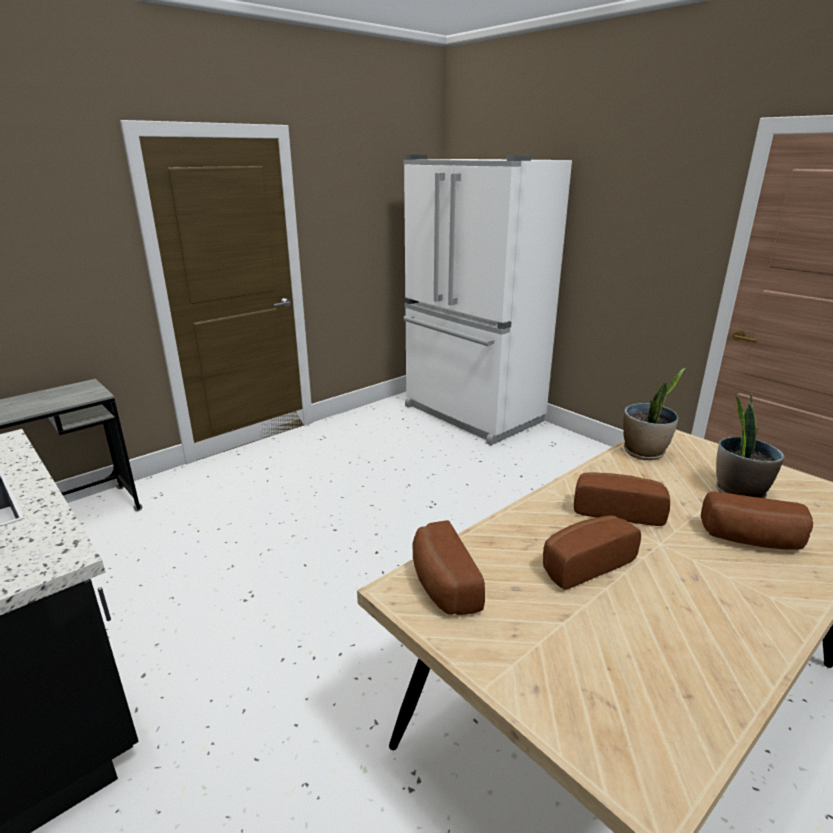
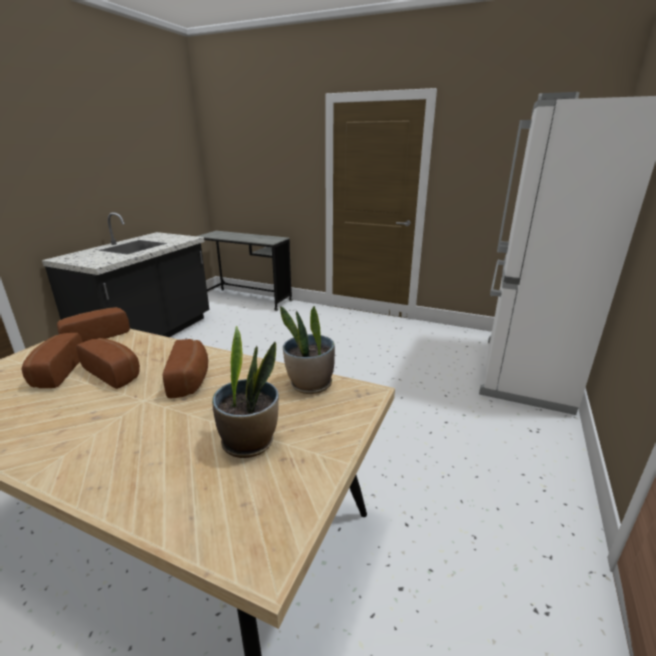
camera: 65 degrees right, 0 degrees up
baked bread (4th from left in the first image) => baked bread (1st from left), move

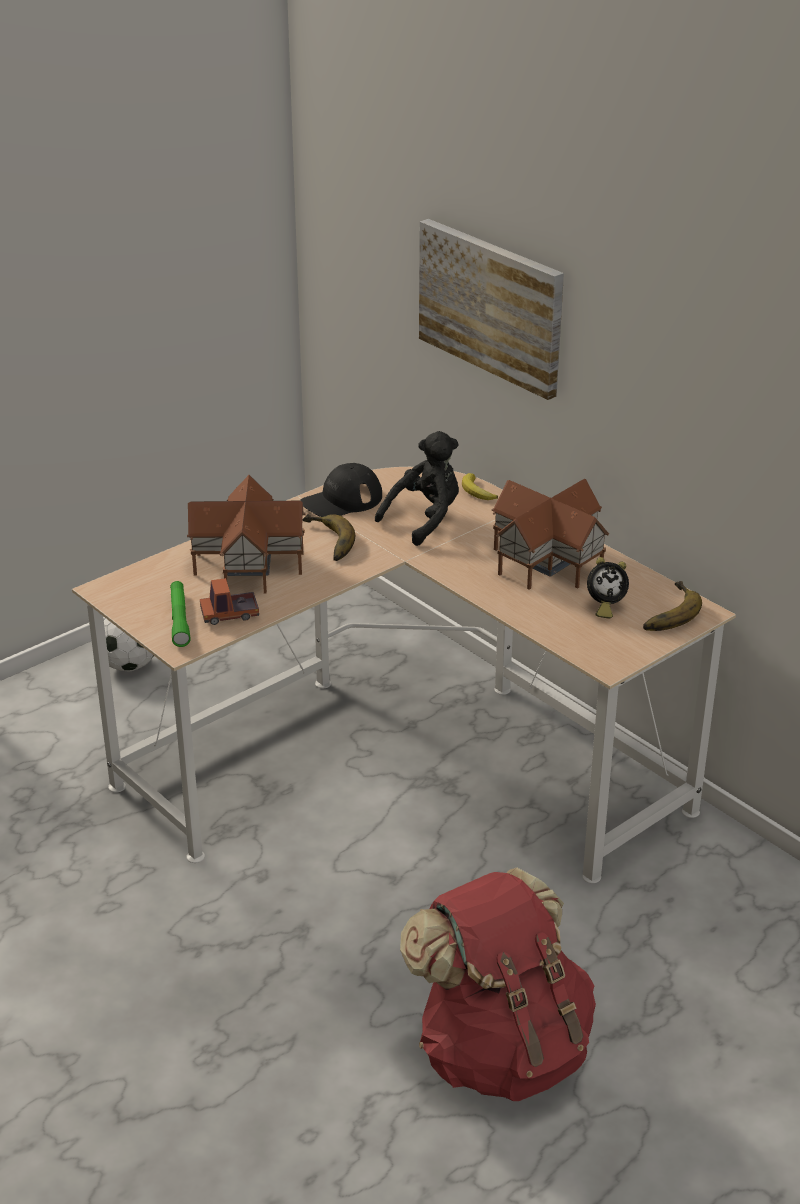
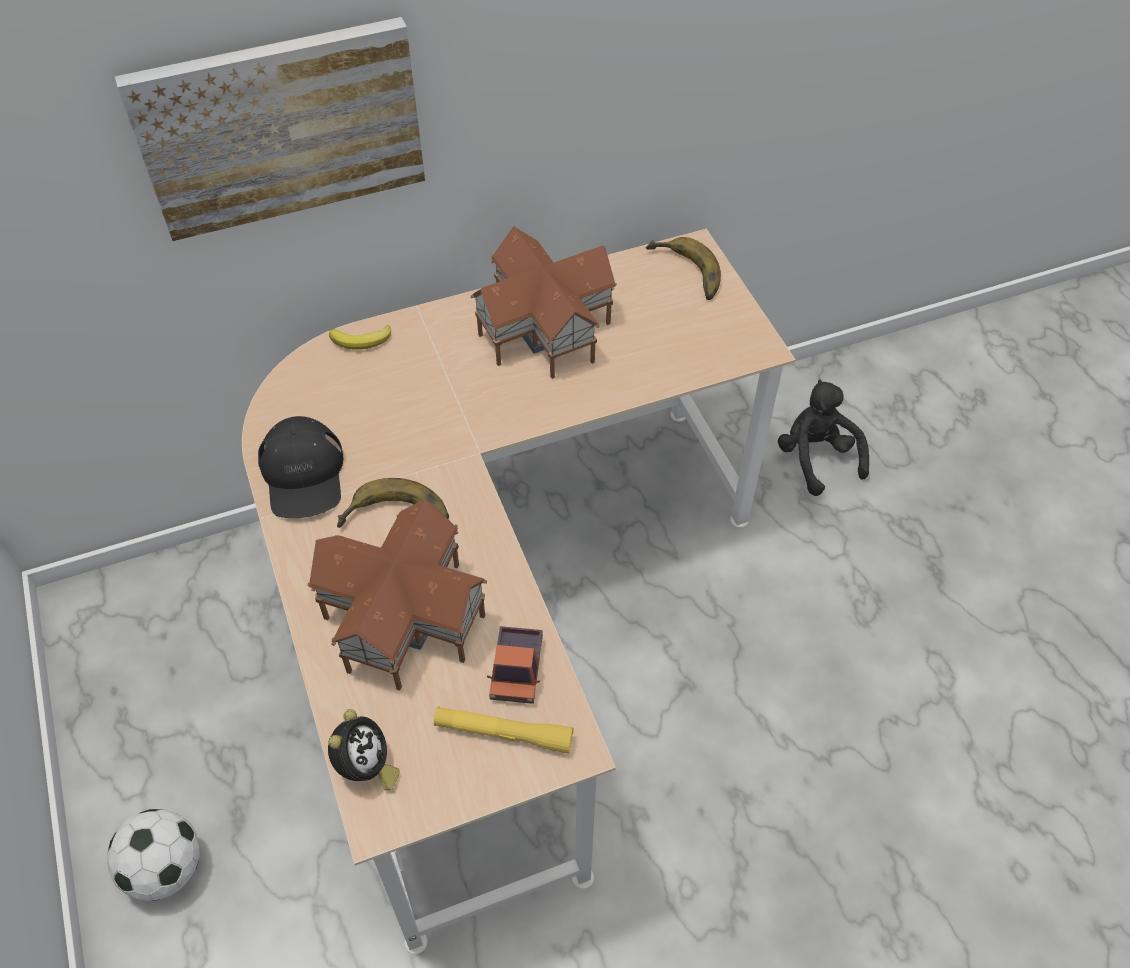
camera: 70 degrees left, 20 degrees up
red backpack => nothing
black-coloured cuddly toy, move
bedside clock, move
green-coloured torch => yellow-coloured torch

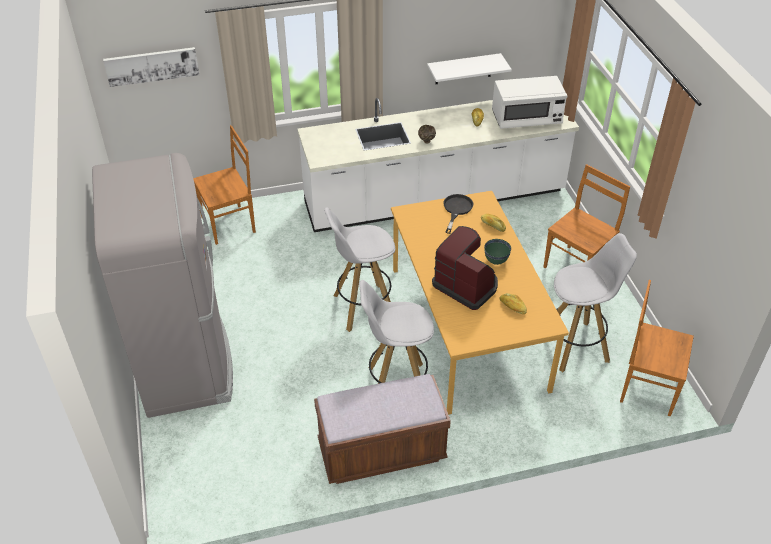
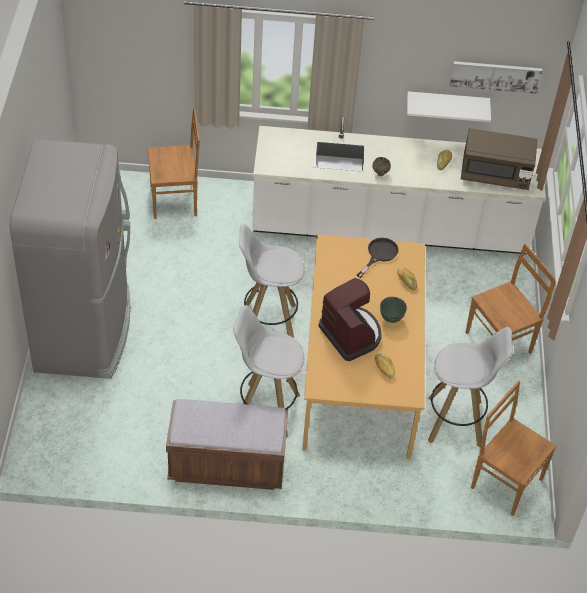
camera: 15 degrees right, 5 degrees up
wall picture, move
white-coloured kitchen microwave => brown-coloured kitchen microwave

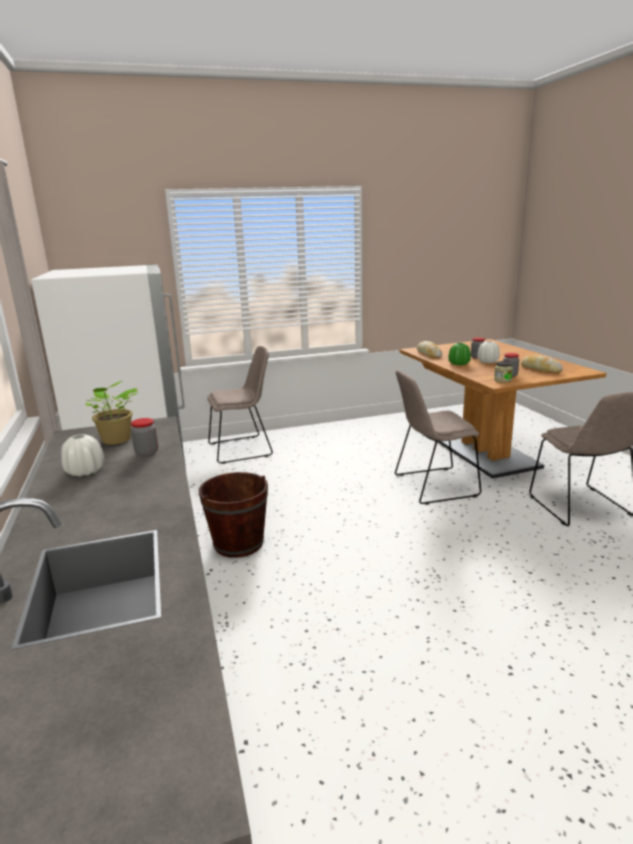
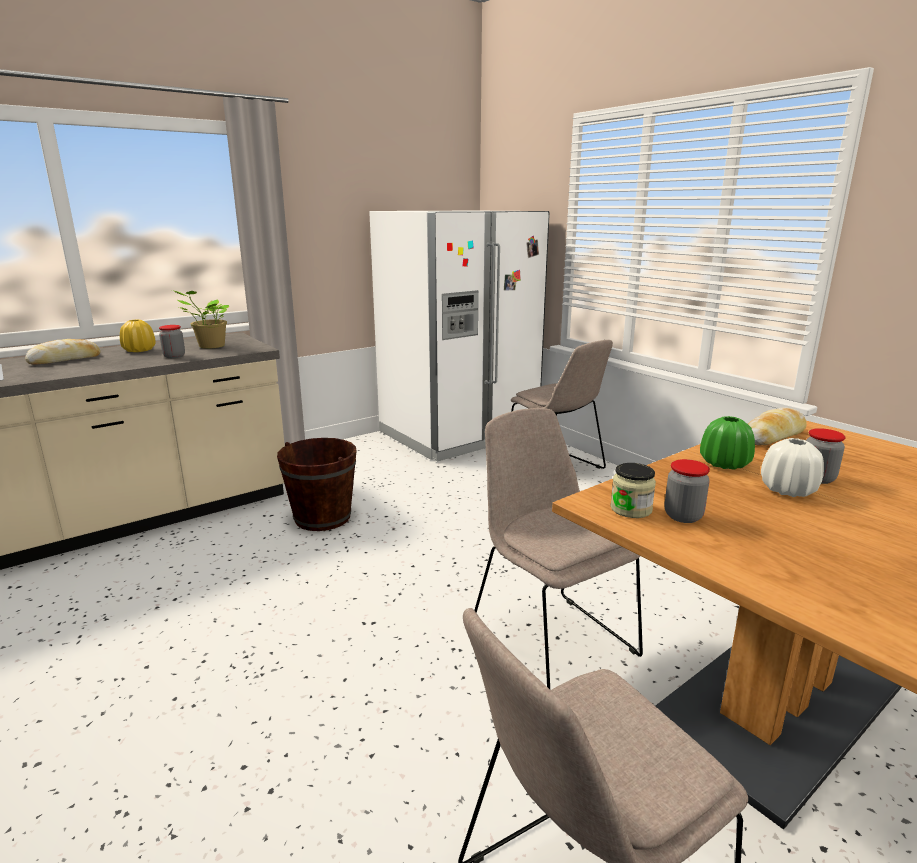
camera: 70 degrees right, 0 degrees up
baked bread (2nd from left in the first image) => baked bread (1st from left), move
white-coloured vase (1st from left) => yellow-coloured vase

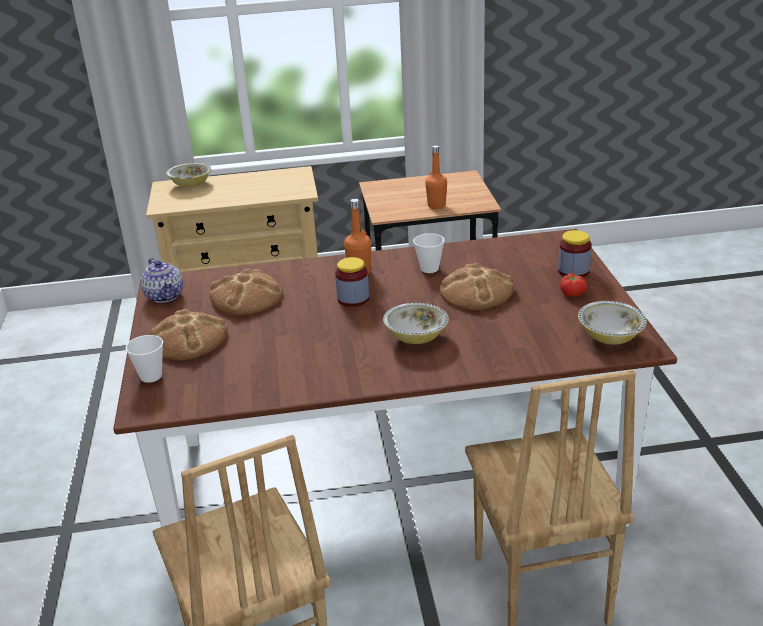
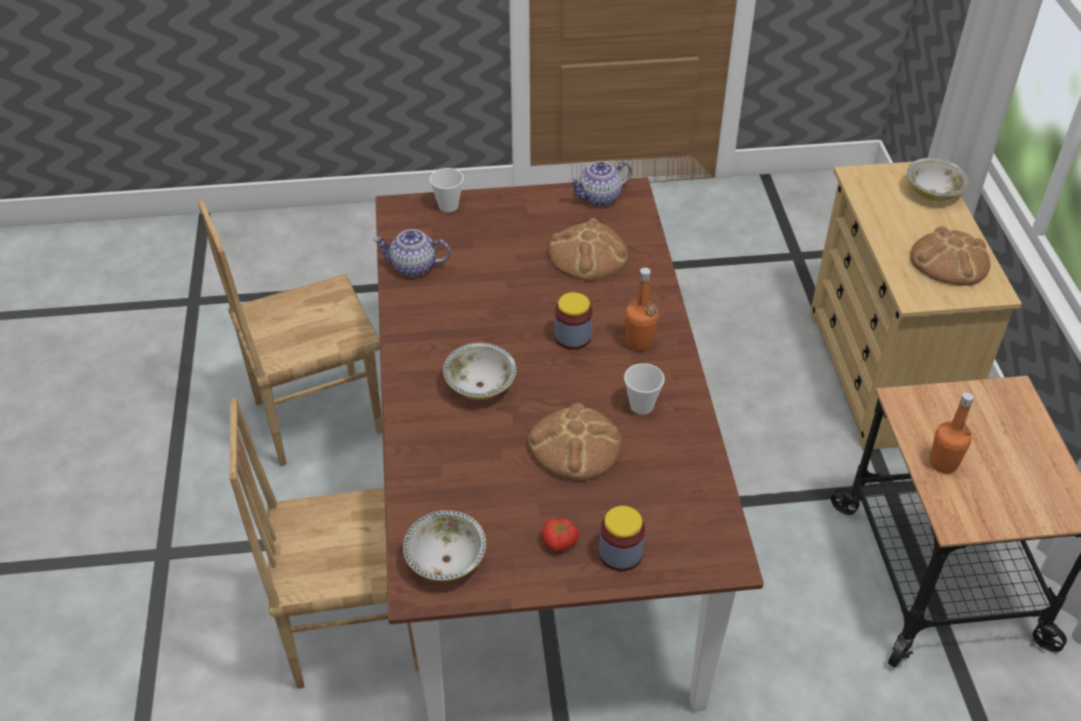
camera: 90 degrees right, 15 degrees up
nothing => pot for tea (1st from left)
baked bread (1st from left in the first image) => baked bread (3rd from left), move

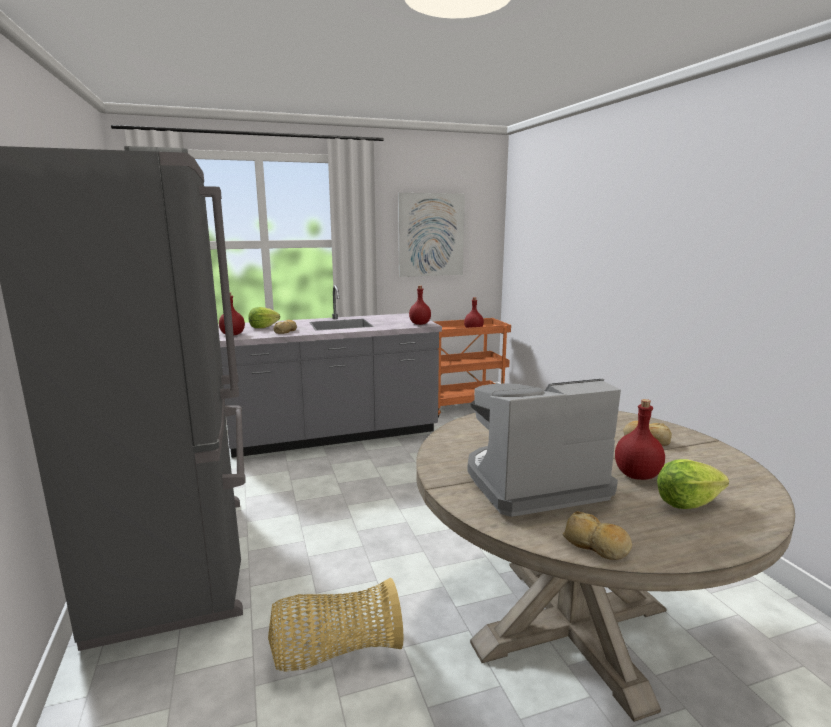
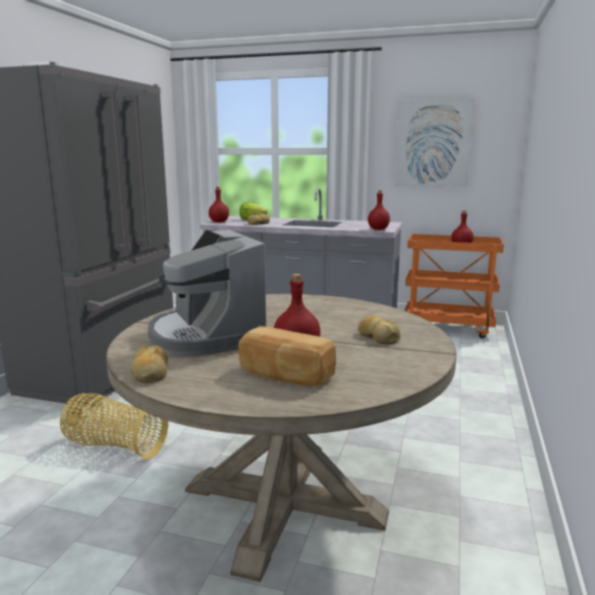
camera: 35 degrees right, 0 degrees up
lettuce head (2nd from left) => baked bread (3rd from left)
coffee machine, 135 degrees counterclockwise

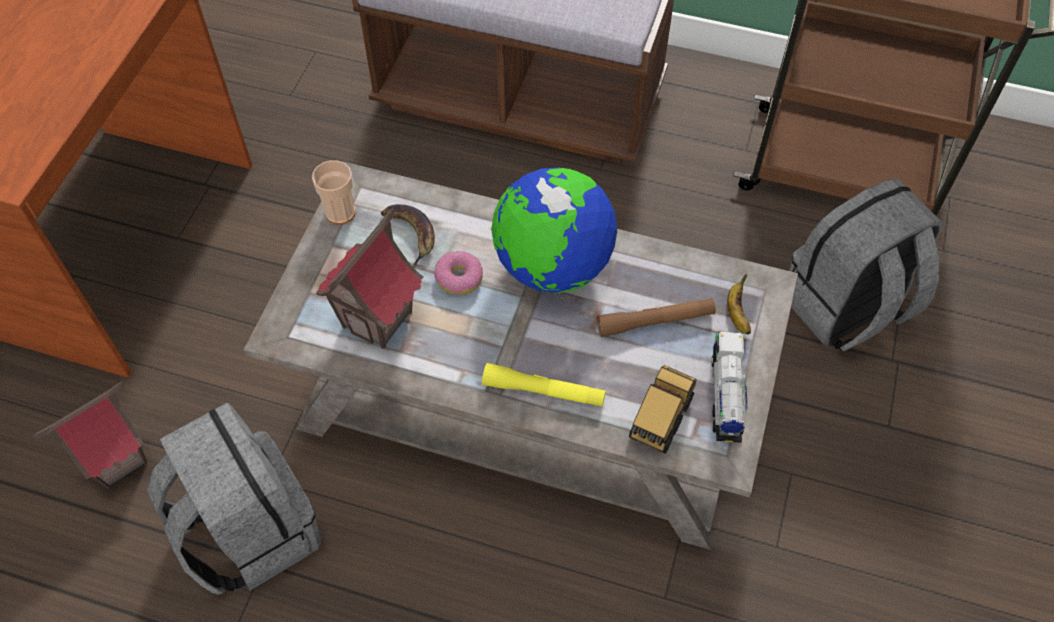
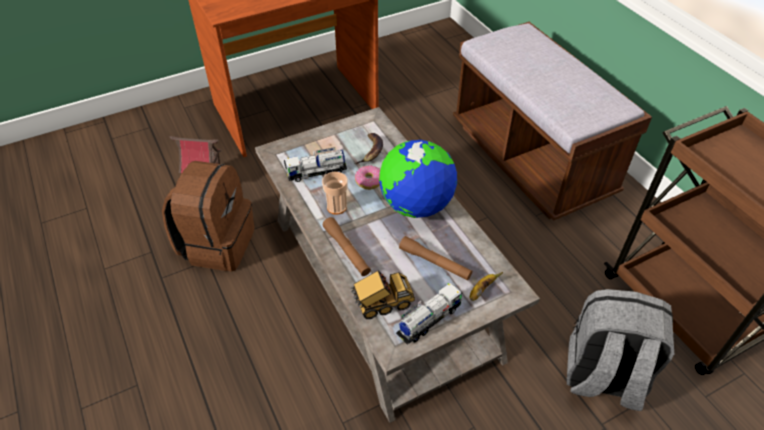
camera: 45 degrees right, 10 degrees down
drinking cup, move
model house (2nd from left) => toy truck (1st from left)
greyish backpack (1st from left) => brown-coloured backpack
yellow-coloured torch => brown-coloured torch (1st from left)

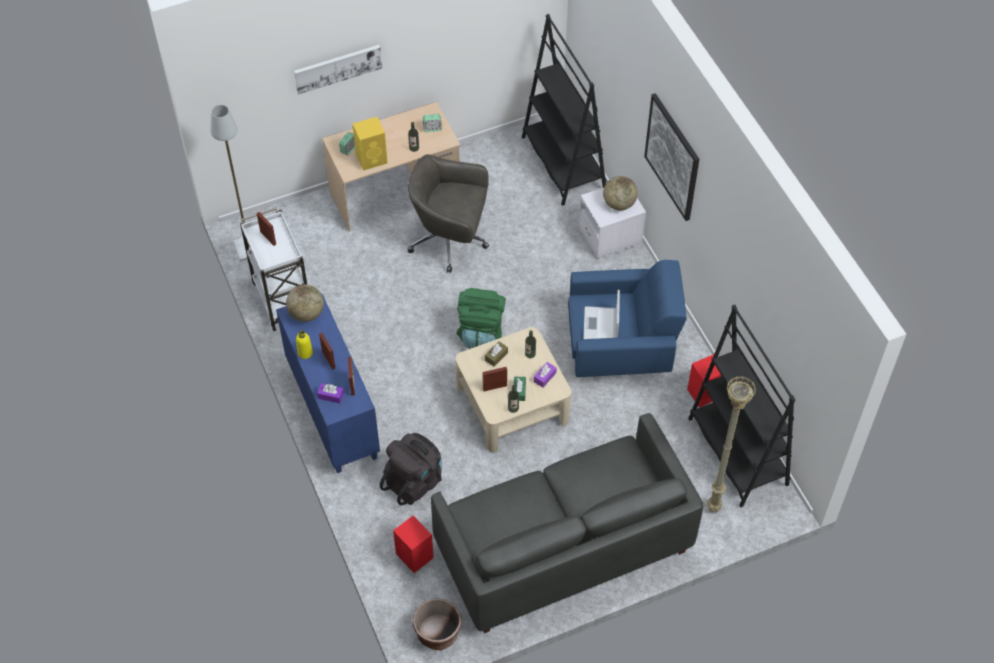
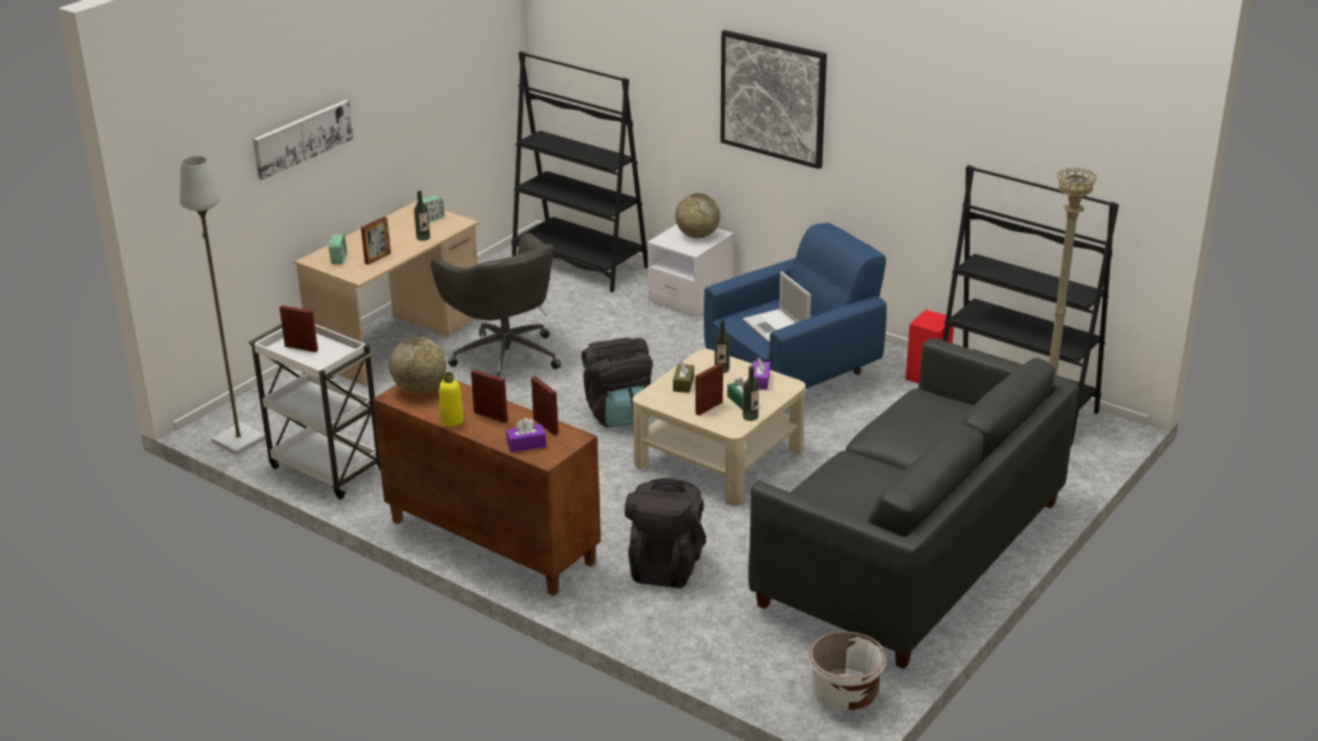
camera: 30 degrees left, 25 degrees down
red speaker (1st from left) => nothing
yellow-coloured speaker => photo frame (2nd from left)
blue cabinet => brown-coloured cabinet
brown-coloured plant pot => white-coloured plant pot
green-coloured backpack => black-coloured backpack (1st from left)
greyish desk chair, 105 degrees counterclockwise

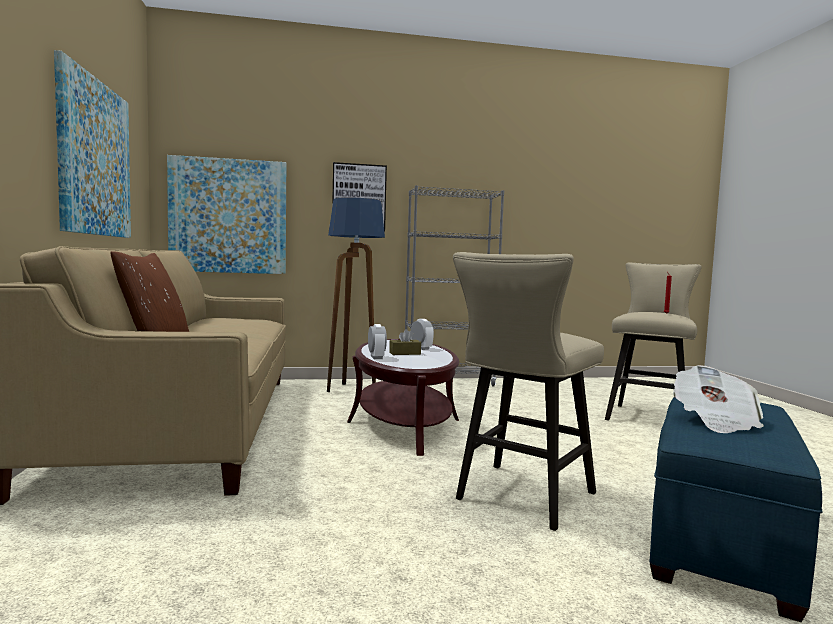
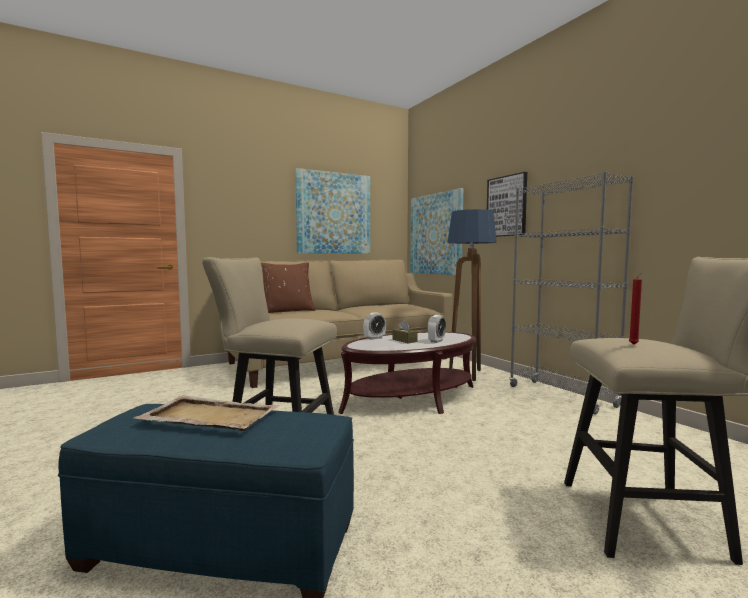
camera: 70 degrees right, 0 degrees up
newspaper => beige carrying tray

